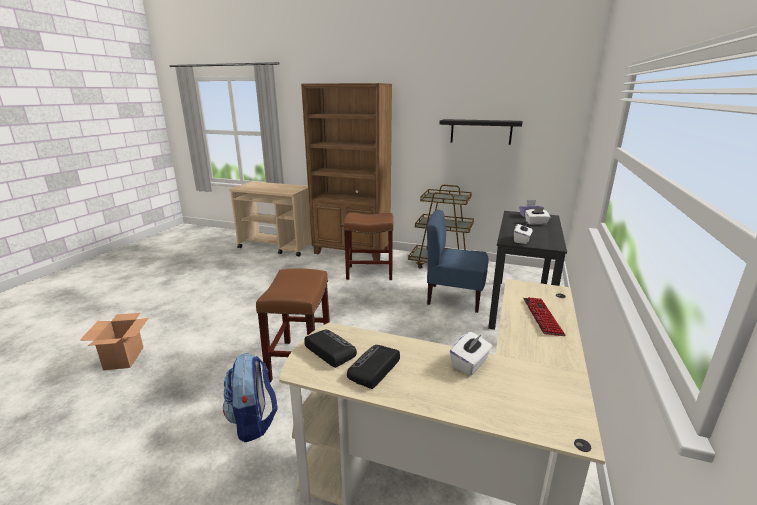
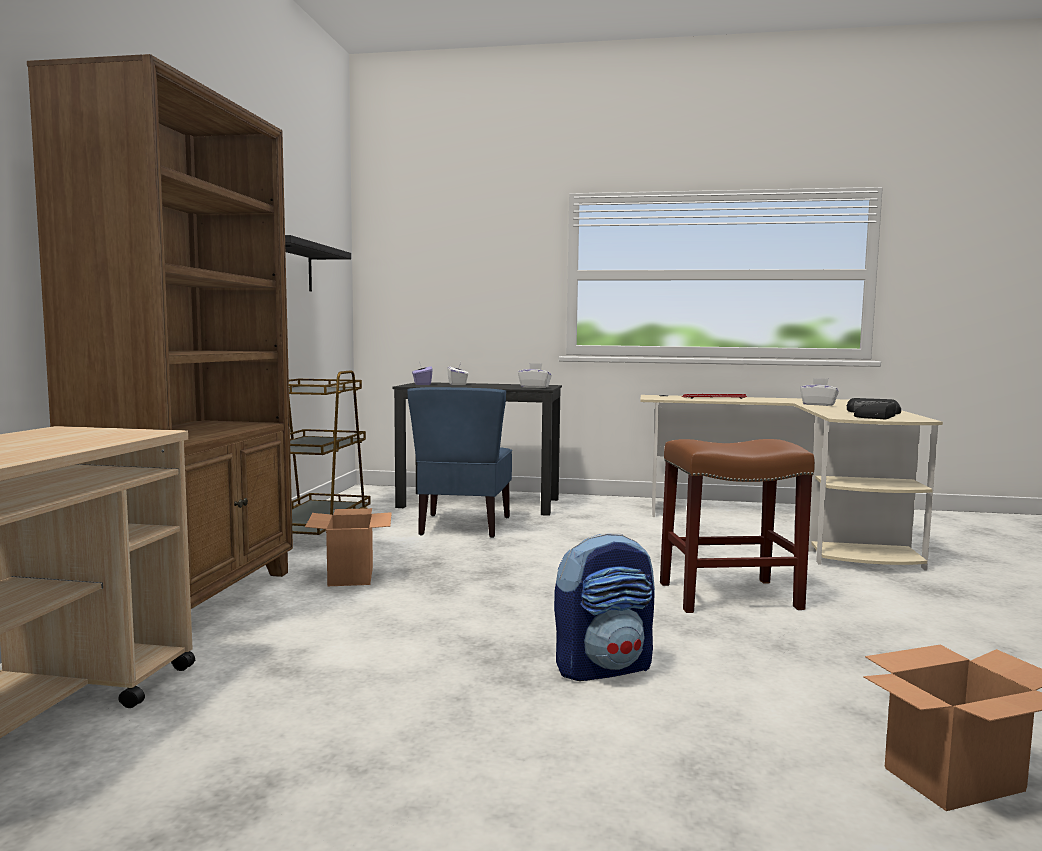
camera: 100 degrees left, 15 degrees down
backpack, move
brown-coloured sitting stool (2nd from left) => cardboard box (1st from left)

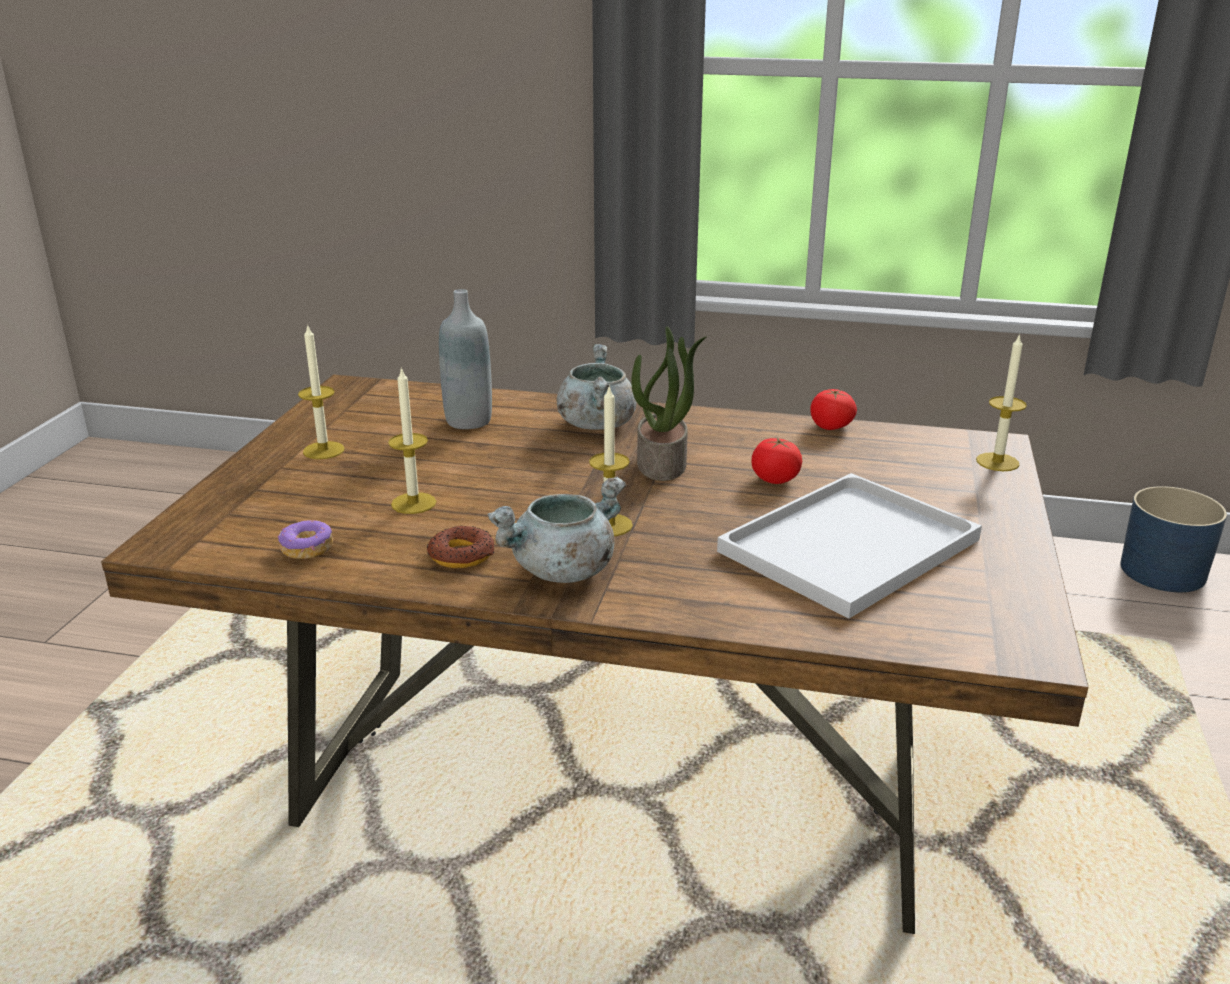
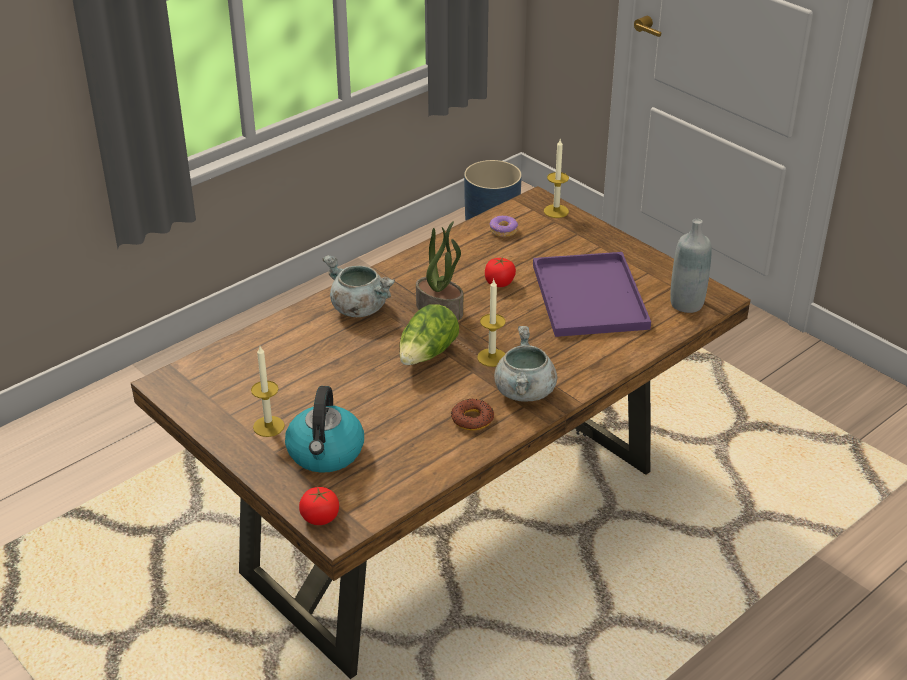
camera: 55 degrees left, 10 degrees up
candle (2nd from left) => nothing
nothing => water kettle
nothing => lettuce head
ring doughnut (1st from left in the first image) => ring doughnut (2nd from left), move
greyish drink bottle, move
tomato (2nd from left in the first image) => tomato (1st from left), move
white-coloured carrying tray => purplish carrying tray

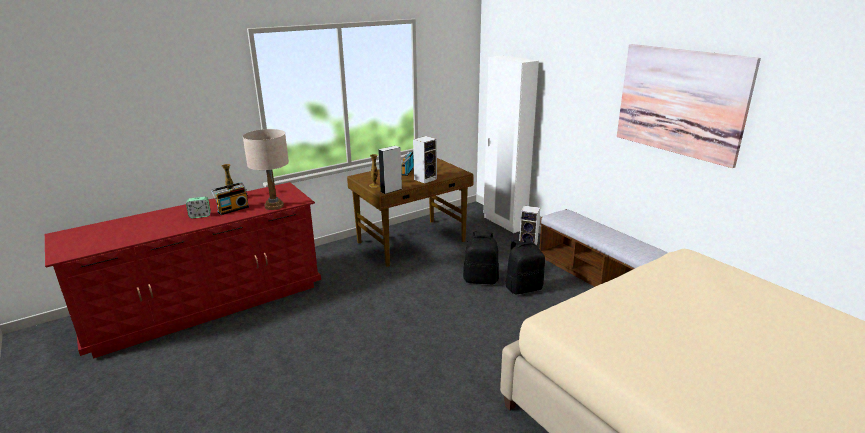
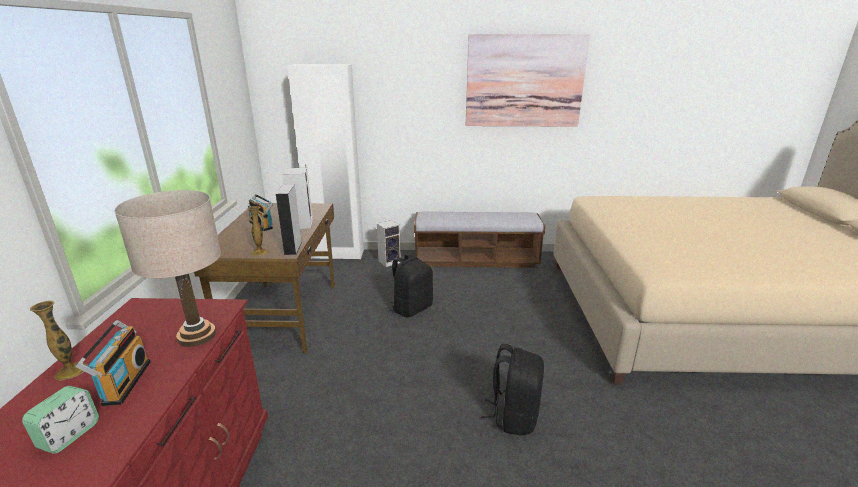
camera: 55 degrees left, 0 degrees up
black-coloured backpack (2nd from left), move

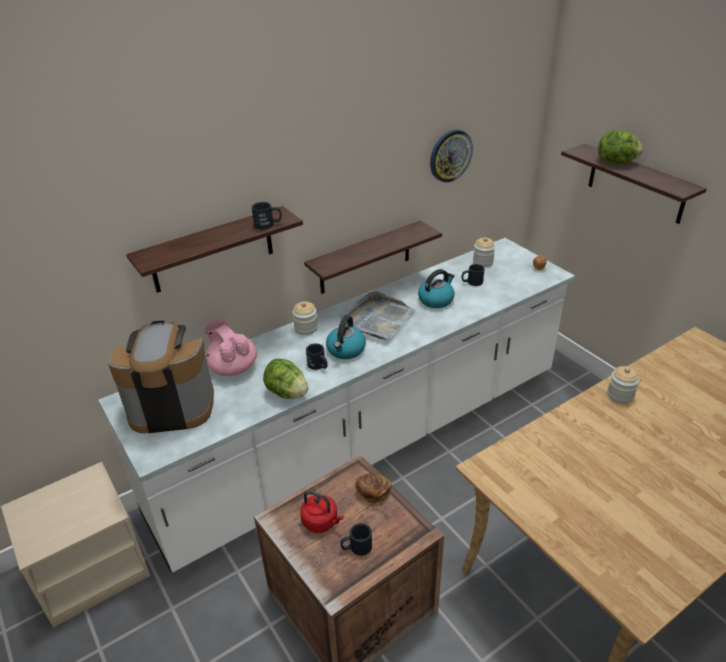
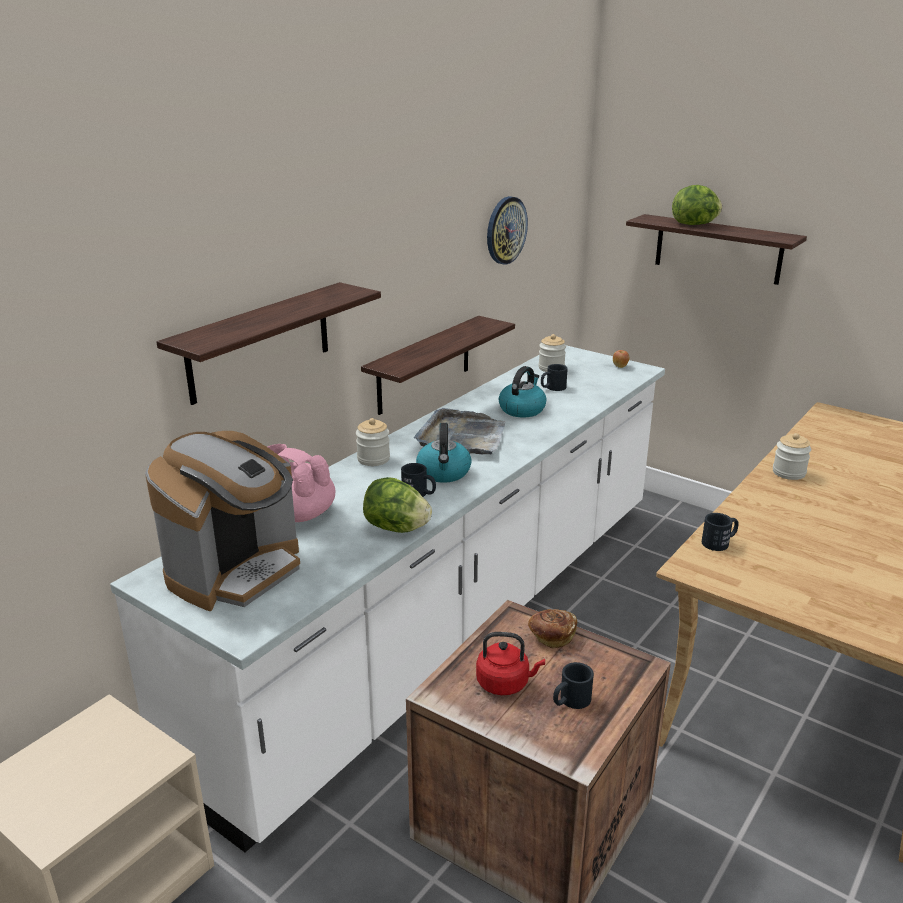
camera: 20 degrees left, 10 degrees down
black-coloured tea mug (1st from left in the first image) => black-coloured tea mug (4th from left), move
coffee machine, 150 degrees clockwise

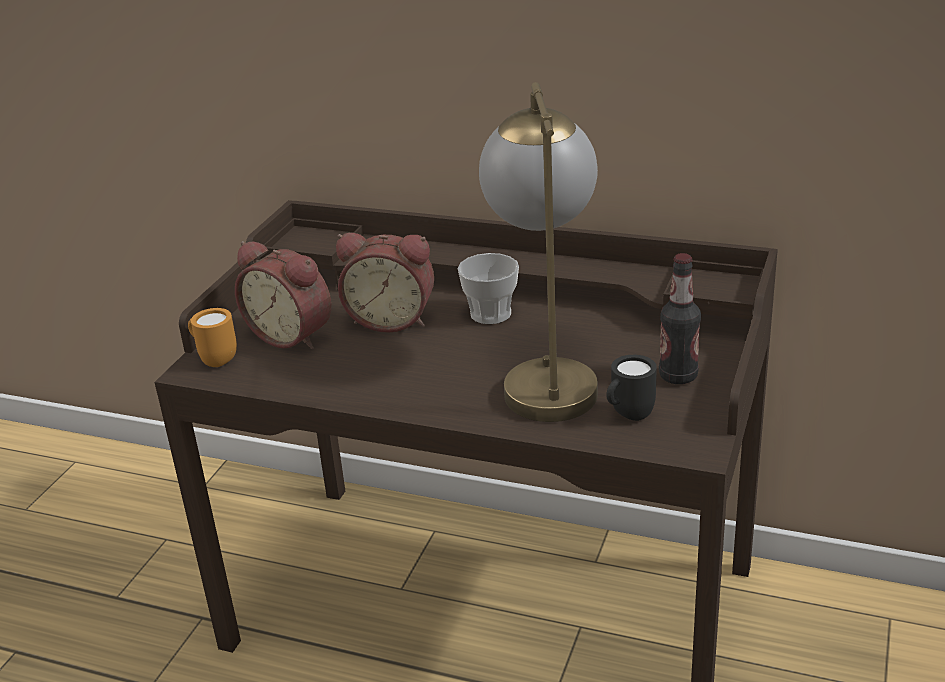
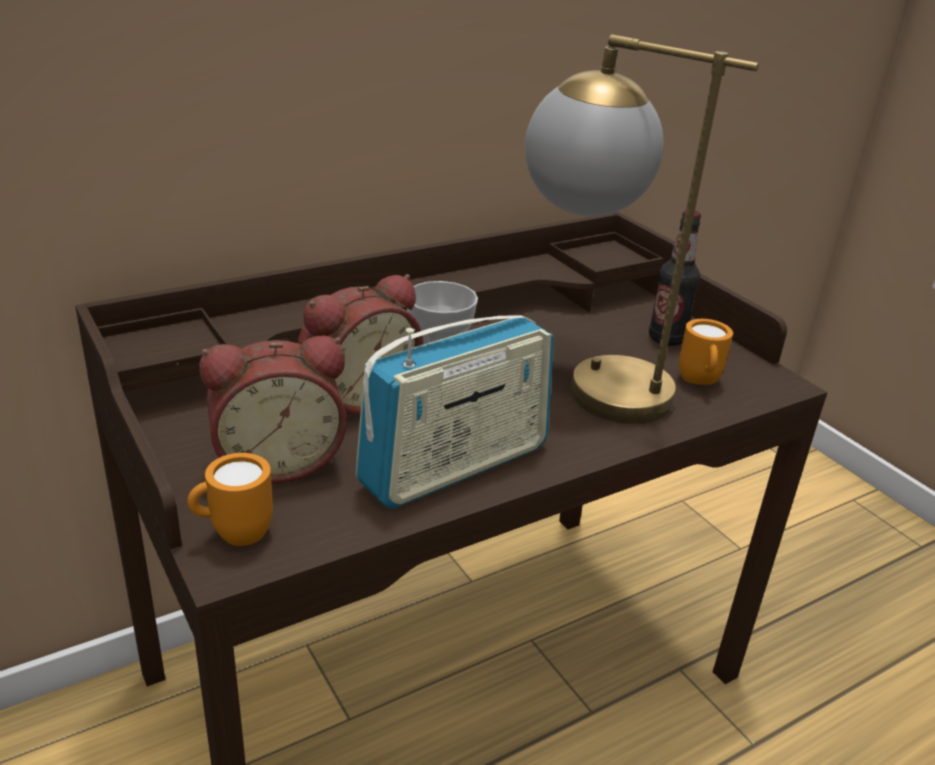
camera: 55 degrees left, 0 degrees up
nothing => radio
black-coloured tea mug => orange tea mug (2nd from left)

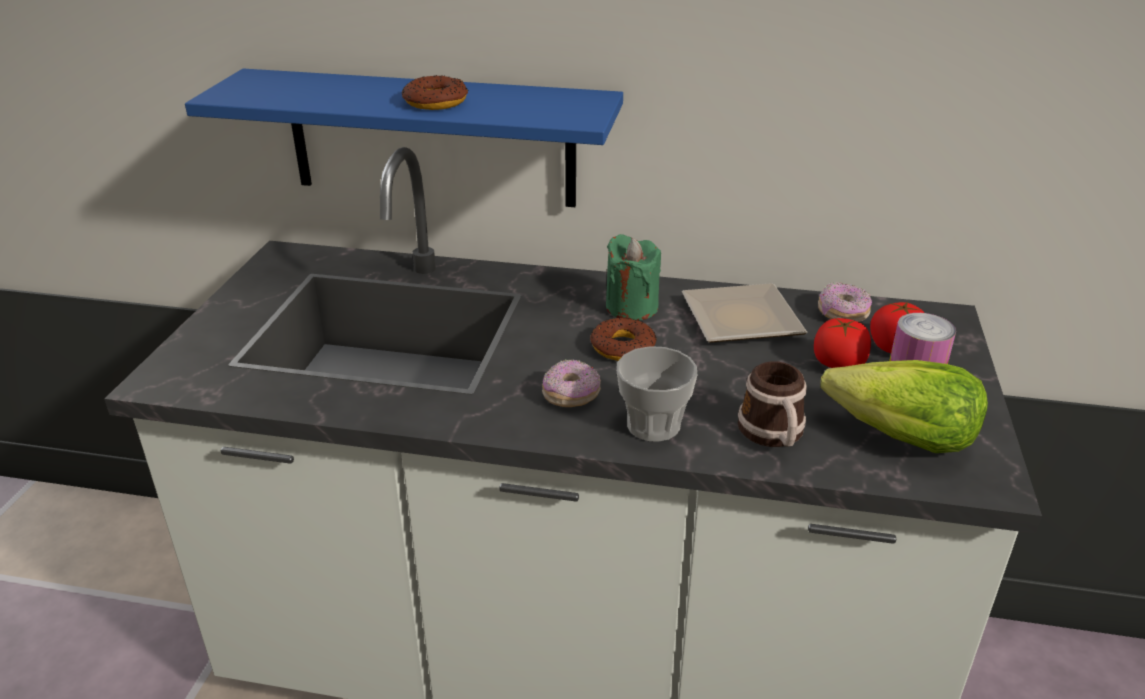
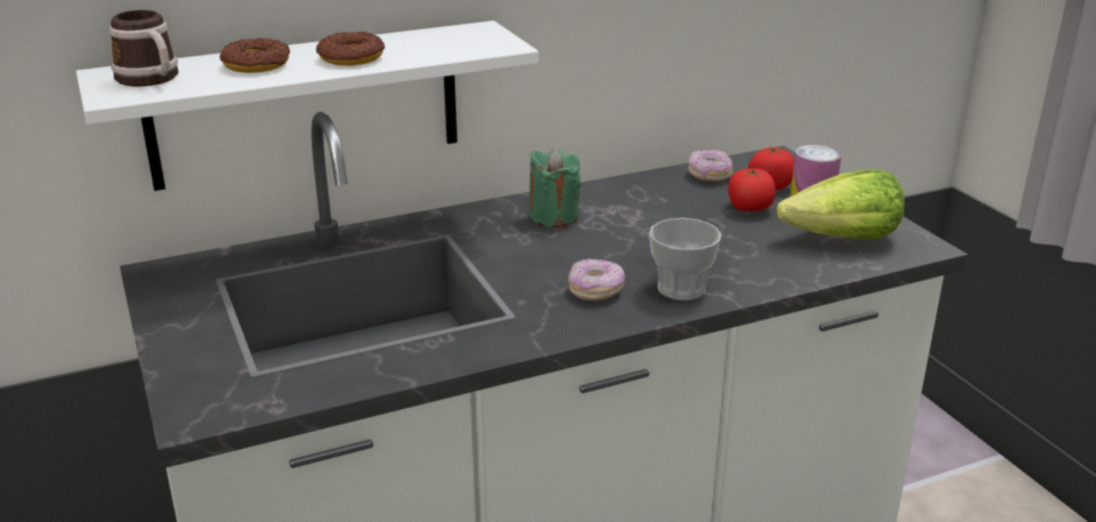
camera: 35 degrees left, 5 degrees down
plate => nothing
ring doughnut (3rd from left in the first image) => ring doughnut (1st from left), move
tea mug, move
blue wall shelf => white-coloured wall shelf

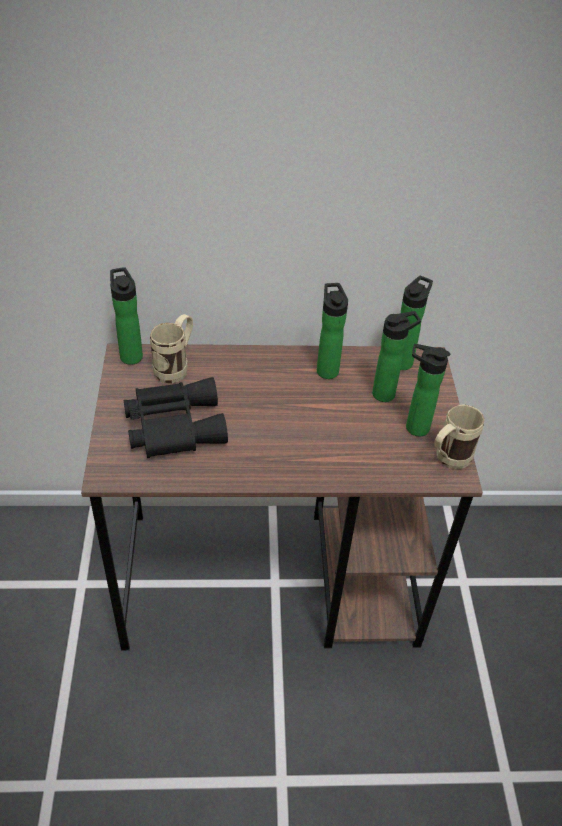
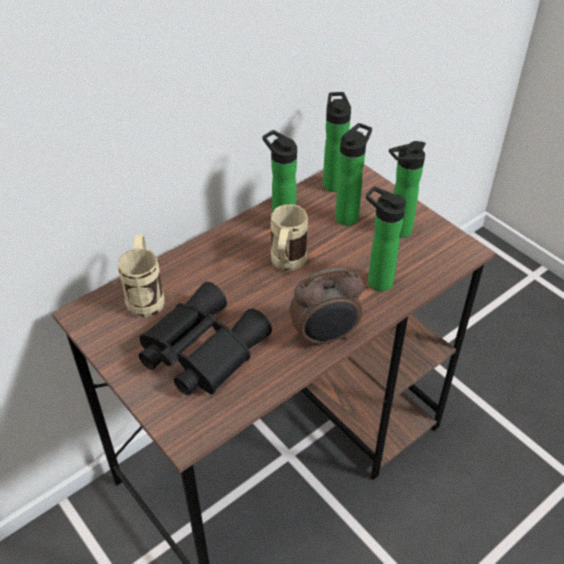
camera: 35 degrees left, 0 degrees up
nothing => bedside clock
drink bottle (1st from left in the first image) => drink bottle (4th from left), move
beige tea mug (2nd from left), move

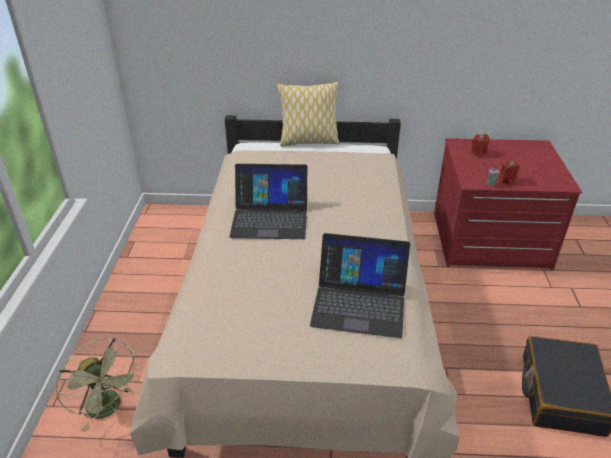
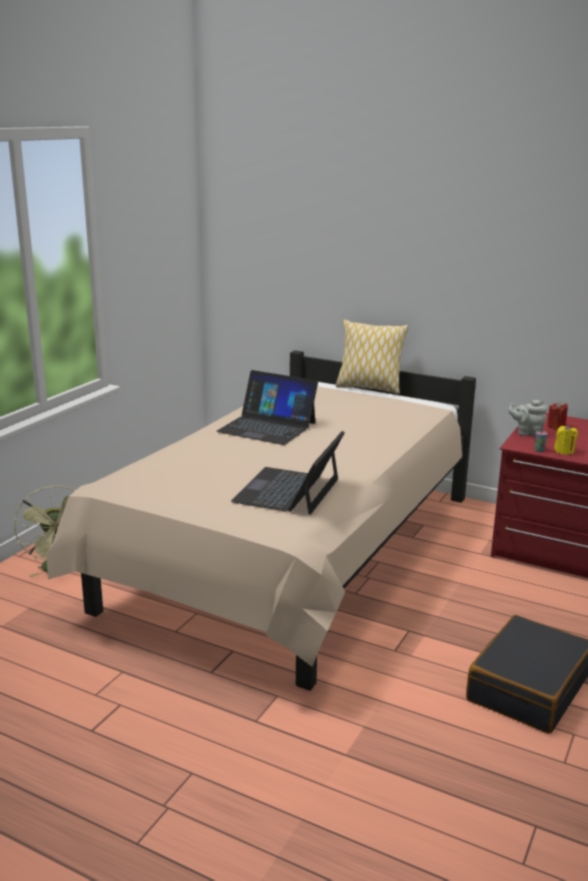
camera: 25 degrees right, 15 degrees down
nothing => greyish pot for tea
red candle (2nd from left) => yellow-coloured candle
laptop (2nd from left), 75 degrees clockwise

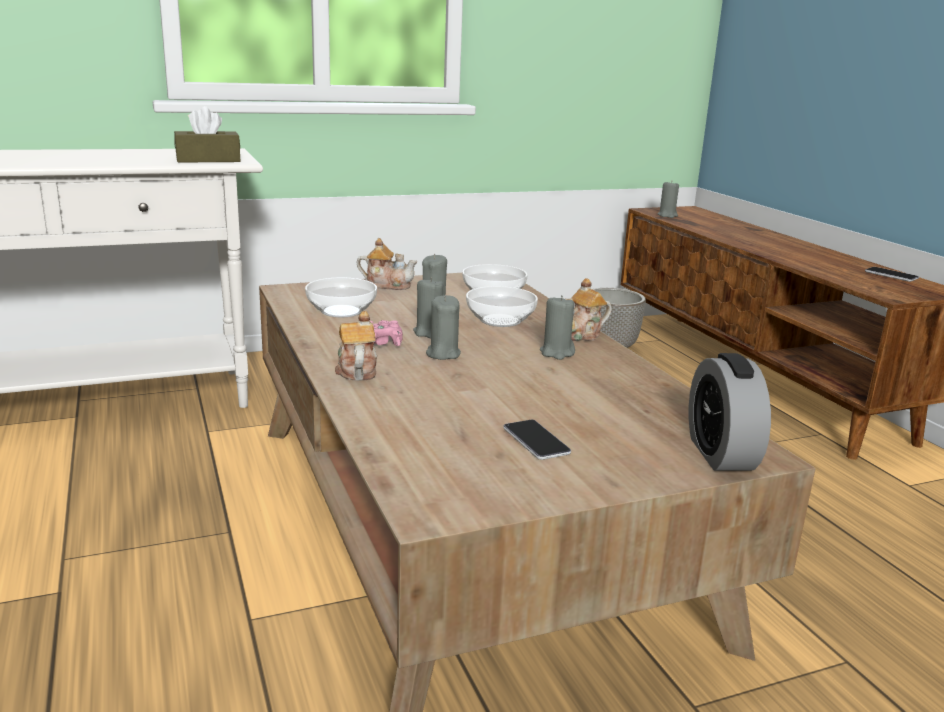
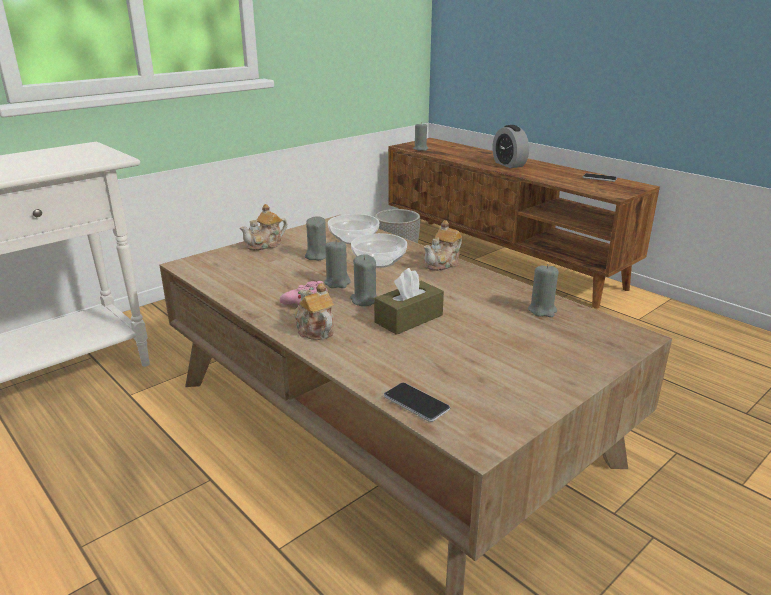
camera: 20 degrees left, 5 degrees up
deep dish (1st from left) => nothing
brown-coloured box of tissues, move
phone (1st from left), move
greyish candle (4th from left in the first image) => greyish candle (5th from left), move
bedside clock, move
pot for tea (2nd from left in the first image) => pot for tea (1st from left), 150 degrees clockwise

